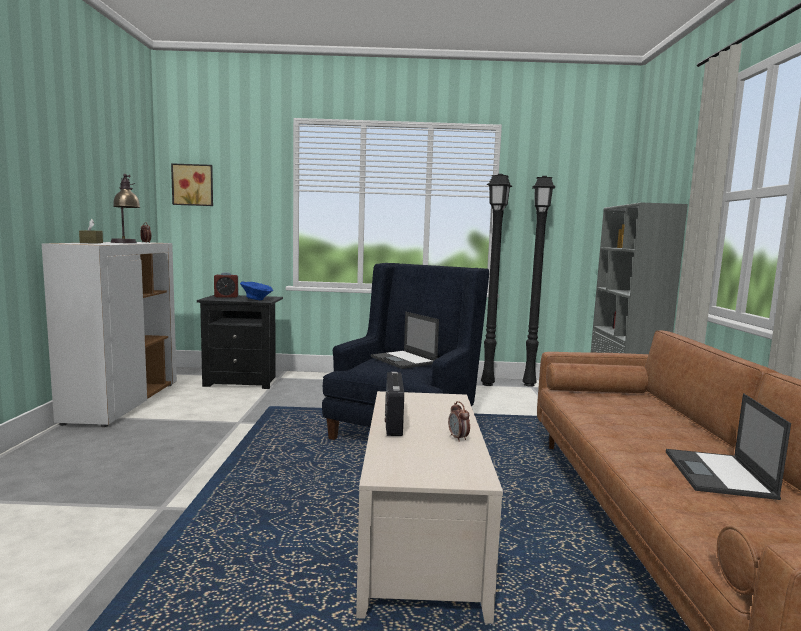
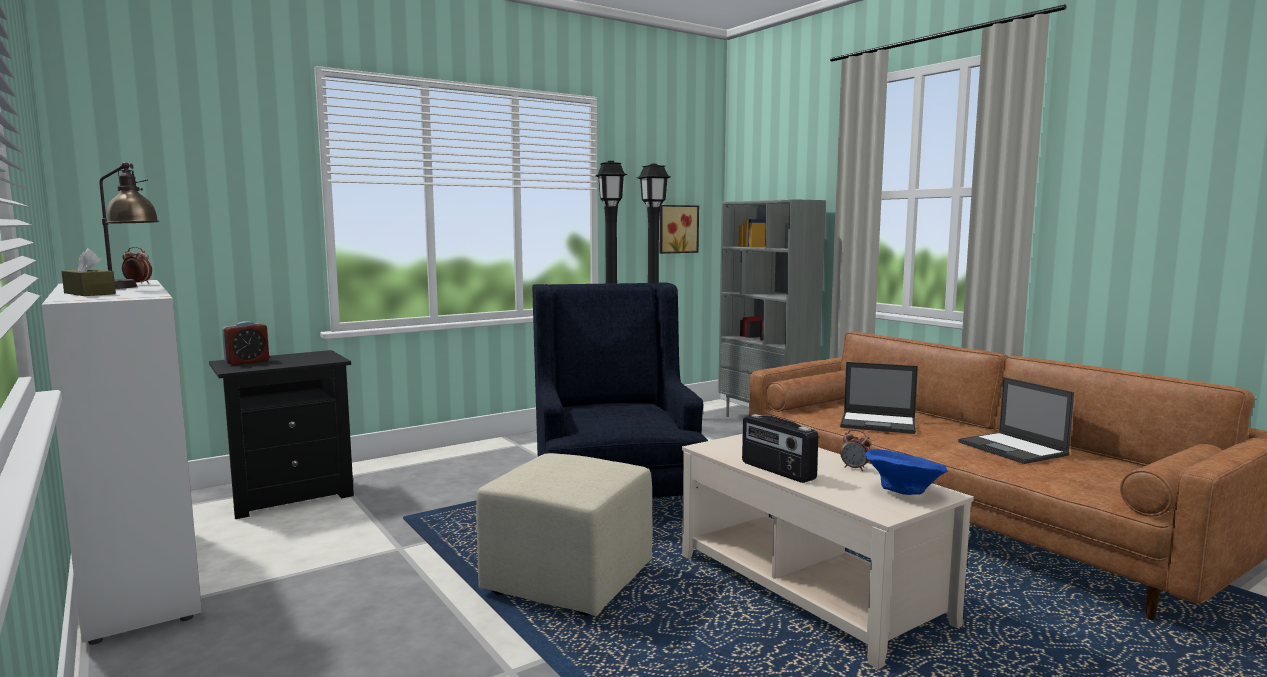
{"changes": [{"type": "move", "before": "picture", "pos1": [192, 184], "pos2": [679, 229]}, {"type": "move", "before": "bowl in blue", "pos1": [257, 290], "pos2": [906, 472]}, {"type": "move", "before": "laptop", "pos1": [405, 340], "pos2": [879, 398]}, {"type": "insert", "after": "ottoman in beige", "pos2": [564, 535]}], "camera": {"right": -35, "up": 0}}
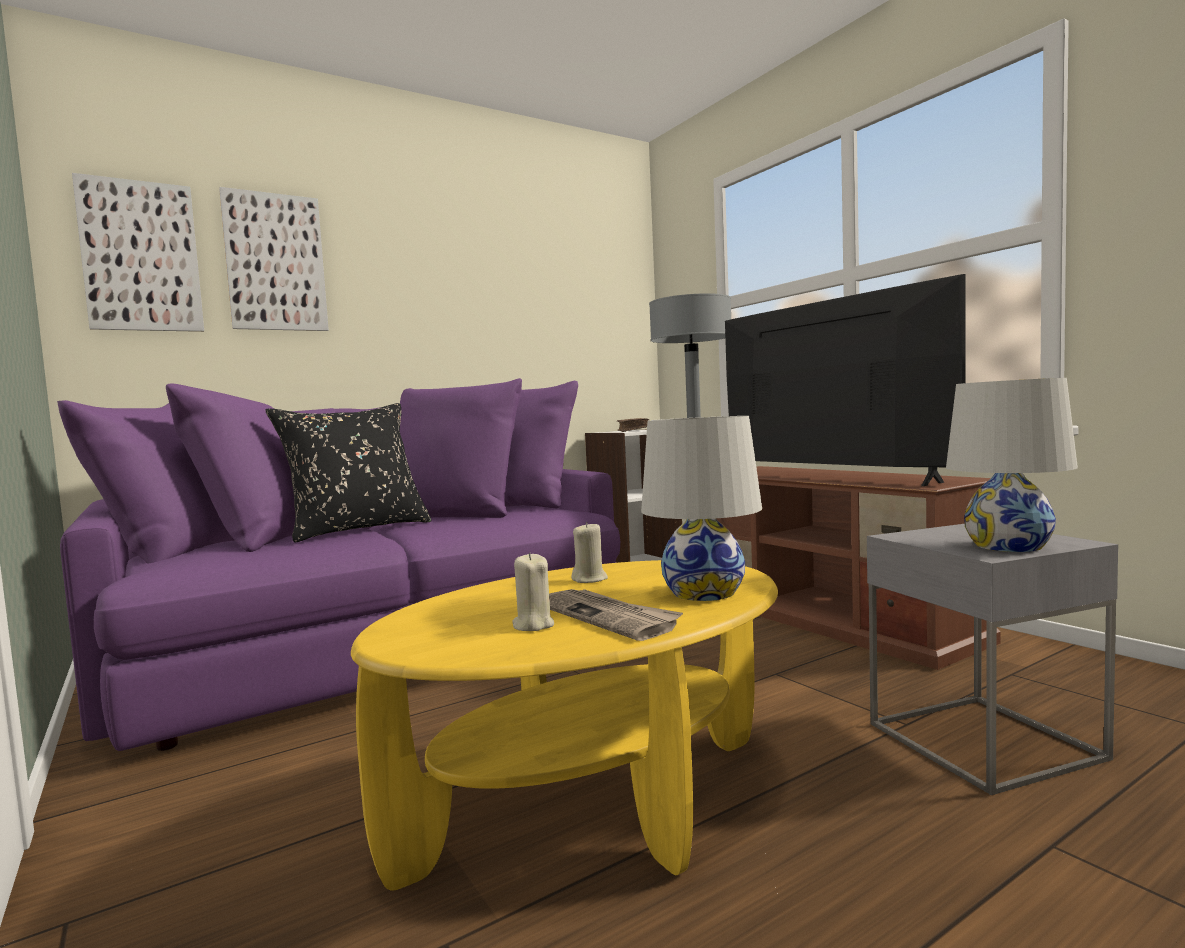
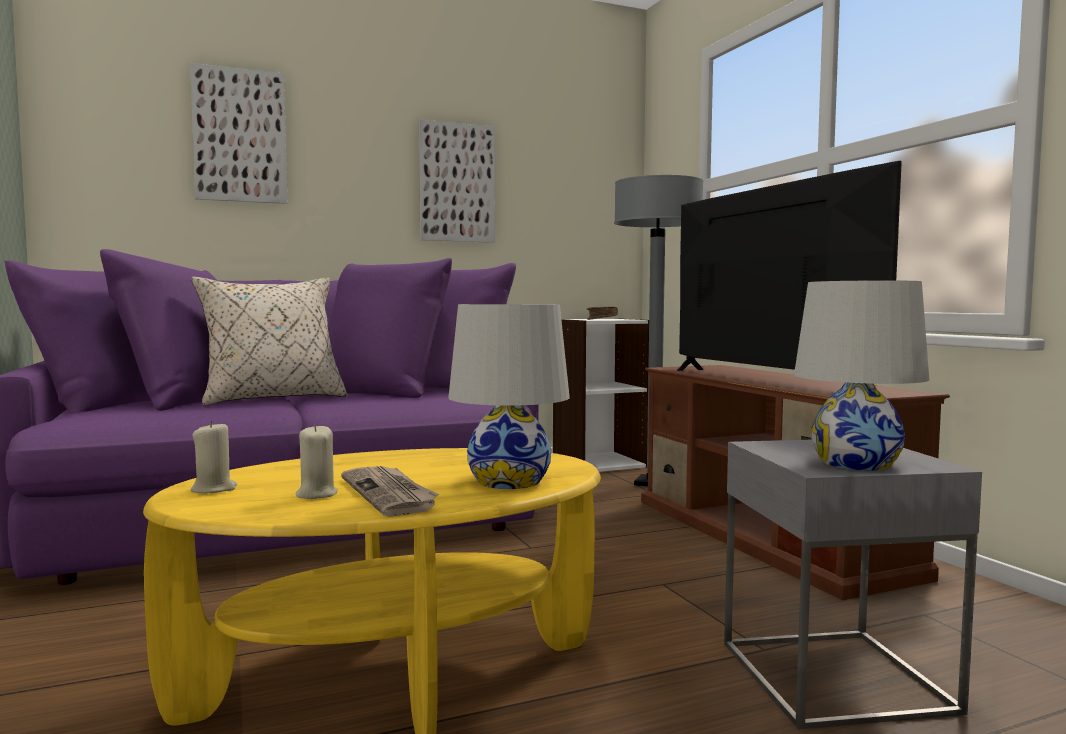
{"changes": [{"type": "move", "before": "picture", "pos1": [138, 252], "pos2": [457, 181]}, {"type": "recolor", "before": "pillow in black", "after": "pillow in beige", "pos1": [348, 472], "pos2": [269, 341]}, {"type": "move", "before": "candle in beige", "pos1": [589, 552], "pos2": [214, 457]}], "camera": {"right": 10, "up": 0}}
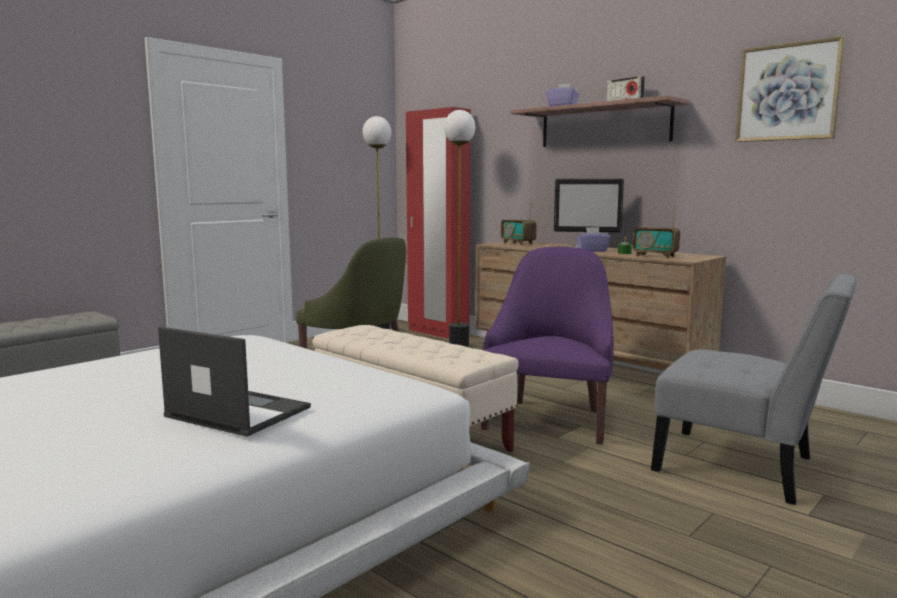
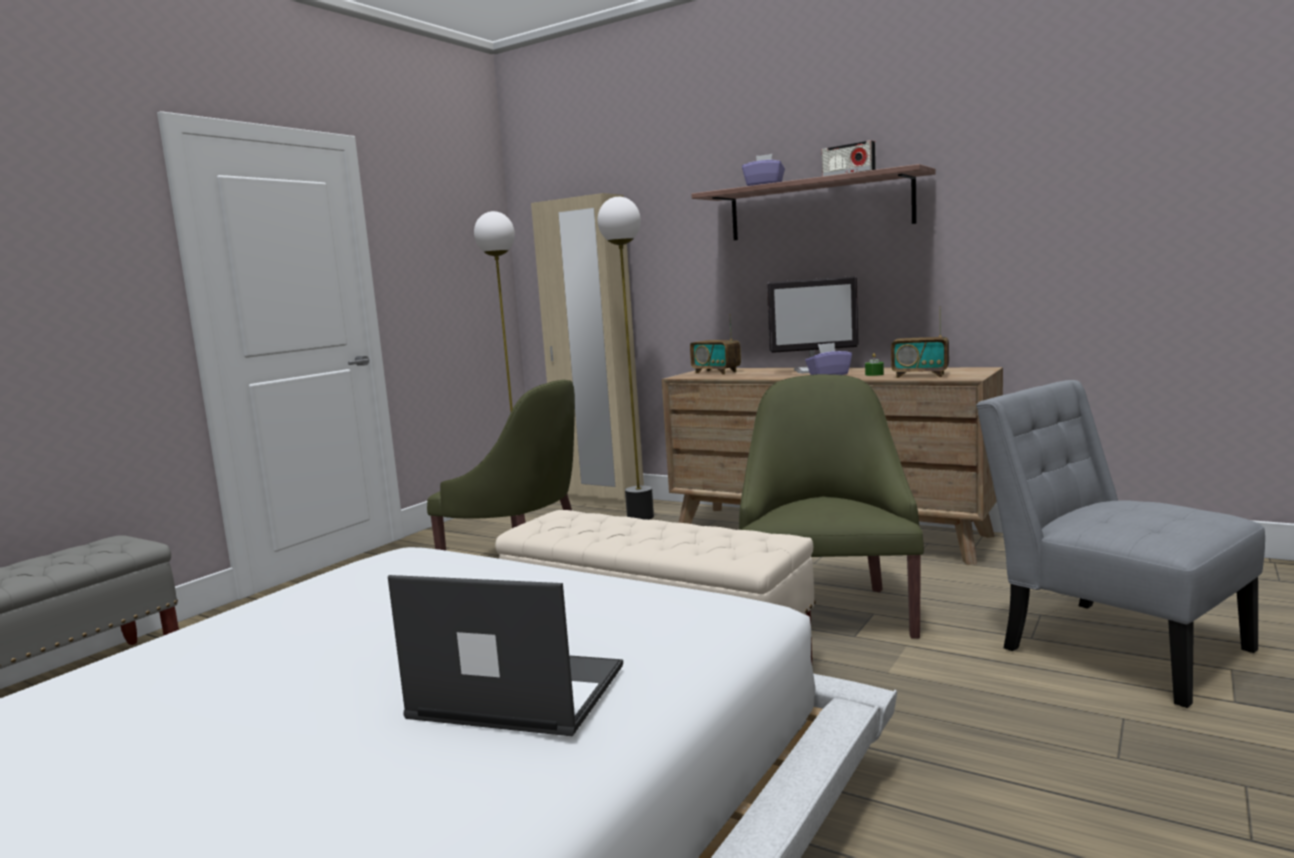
{"changes": [{"type": "recolor", "before": "wardrobe in red", "after": "wardrobe in beige", "pos1": [438, 223], "pos2": [587, 351]}, {"type": "recolor", "before": "armchair in purple", "after": "armchair in green", "pos1": [547, 346], "pos2": [831, 506]}, {"type": "rotate", "before": "chair in grey", "pos1": [754, 389], "pos2": [1120, 544], "turn": -150}, {"type": "delete", "before": "picture", "pos1": [790, 89]}], "camera": {"right": -10, "up": 0}}
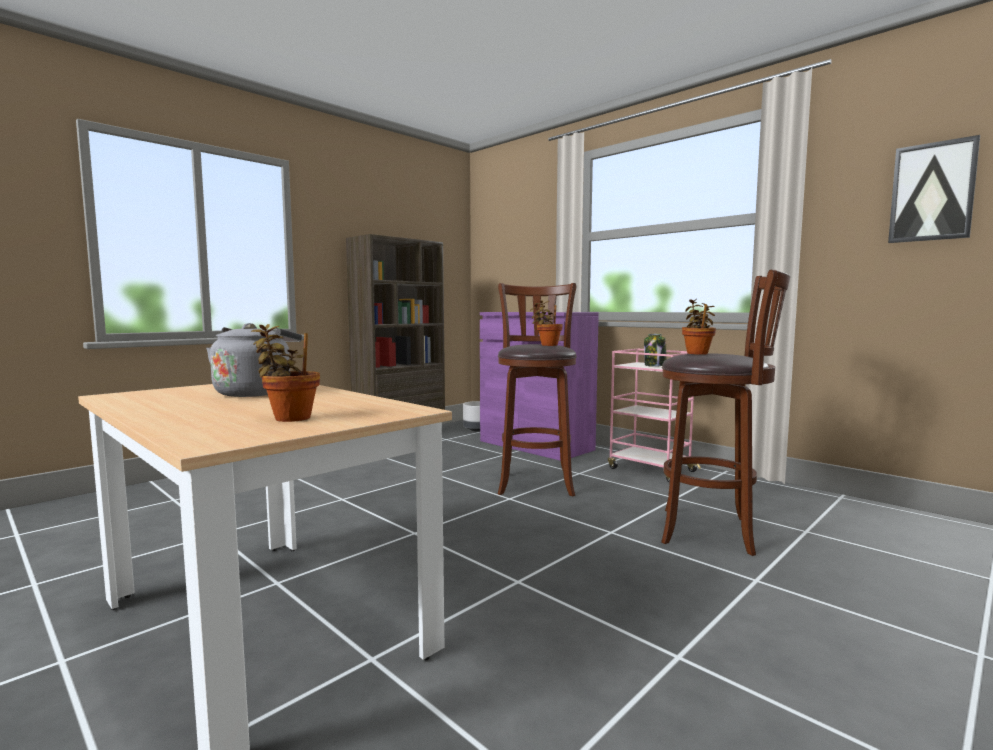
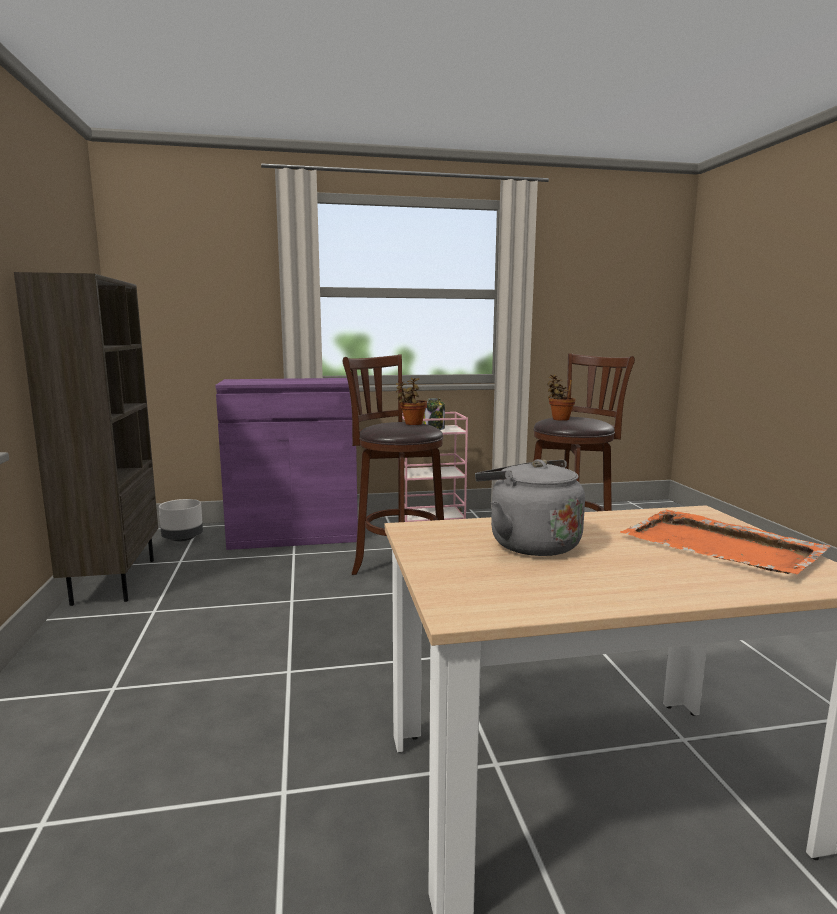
{"changes": [{"type": "replace", "before": "potted plant", "after": "tray in orange", "pos1": [285, 373], "pos2": [725, 542]}, {"type": "delete", "before": "picture", "pos1": [934, 189]}], "camera": {"right": -55, "up": 5}}
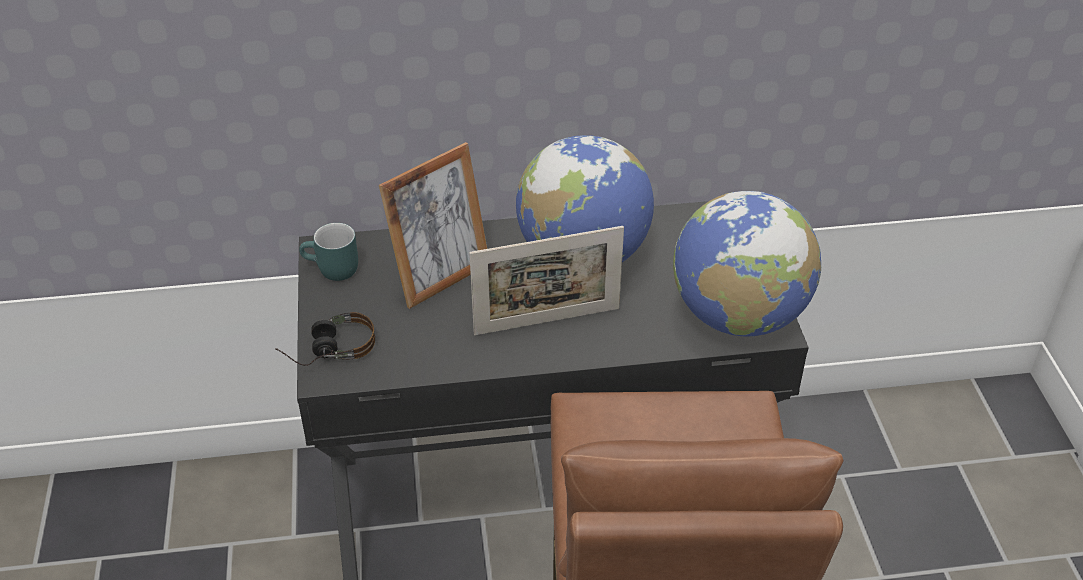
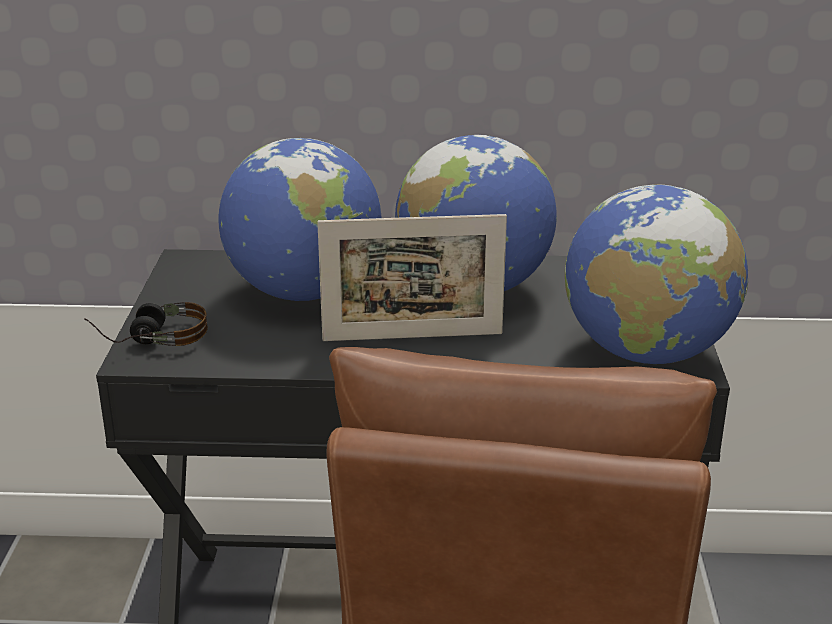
{"changes": [{"type": "delete", "before": "mug in turquoise", "pos1": [328, 252]}, {"type": "replace", "before": "picture frame", "after": "globe", "pos1": [433, 225], "pos2": [300, 219]}], "camera": {"right": 10, "up": -15}}
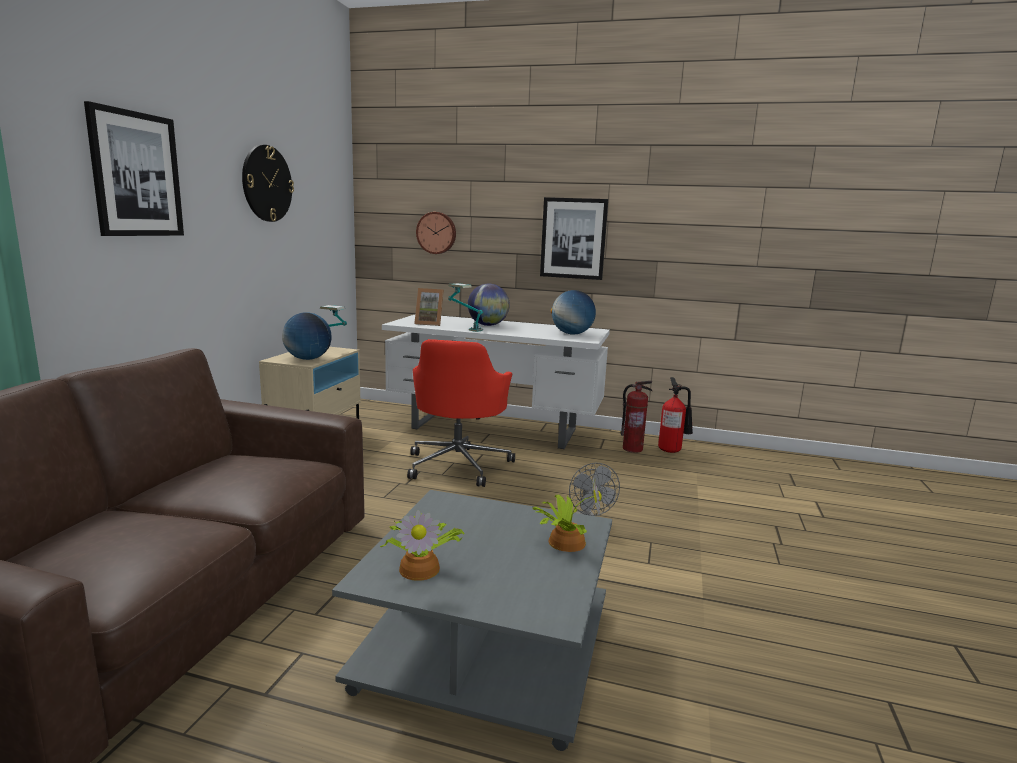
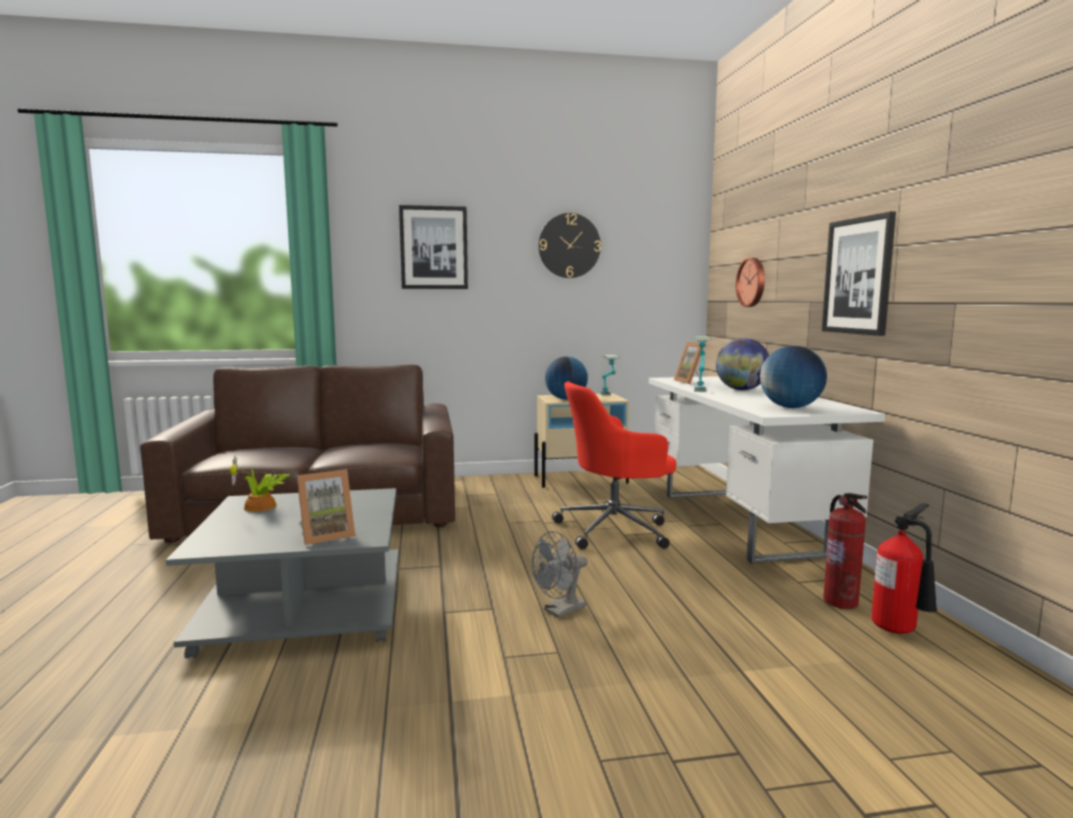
{"changes": [{"type": "replace", "before": "potted plant", "after": "picture frame", "pos1": [567, 515], "pos2": [326, 507]}], "camera": {"right": 65, "up": -5}}
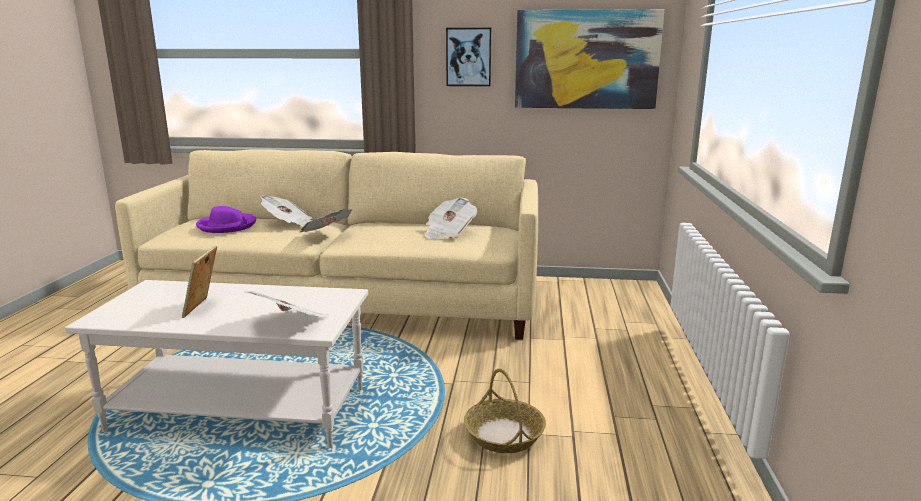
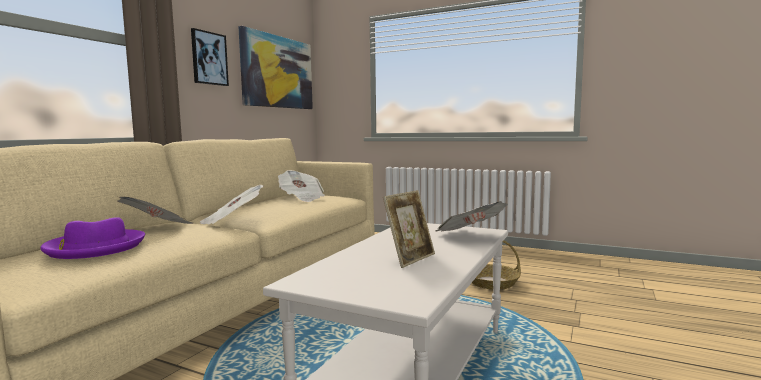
{"changes": [{"type": "rotate", "before": "picture frame", "pos1": [199, 282], "pos2": [409, 229], "turn": -75}], "camera": {"right": -70, "up": -10}}
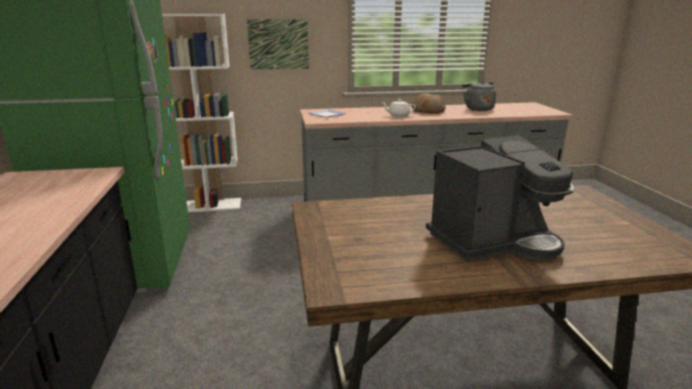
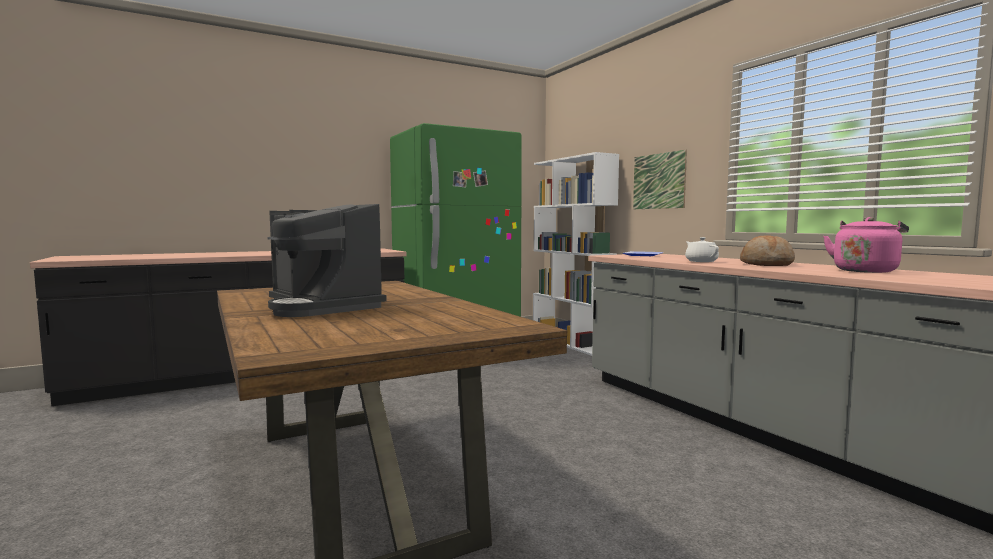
{"changes": [{"type": "recolor", "before": "kettle in grey", "after": "kettle in pink", "pos1": [479, 96], "pos2": [866, 245]}], "camera": {"right": 70, "up": -15}}
